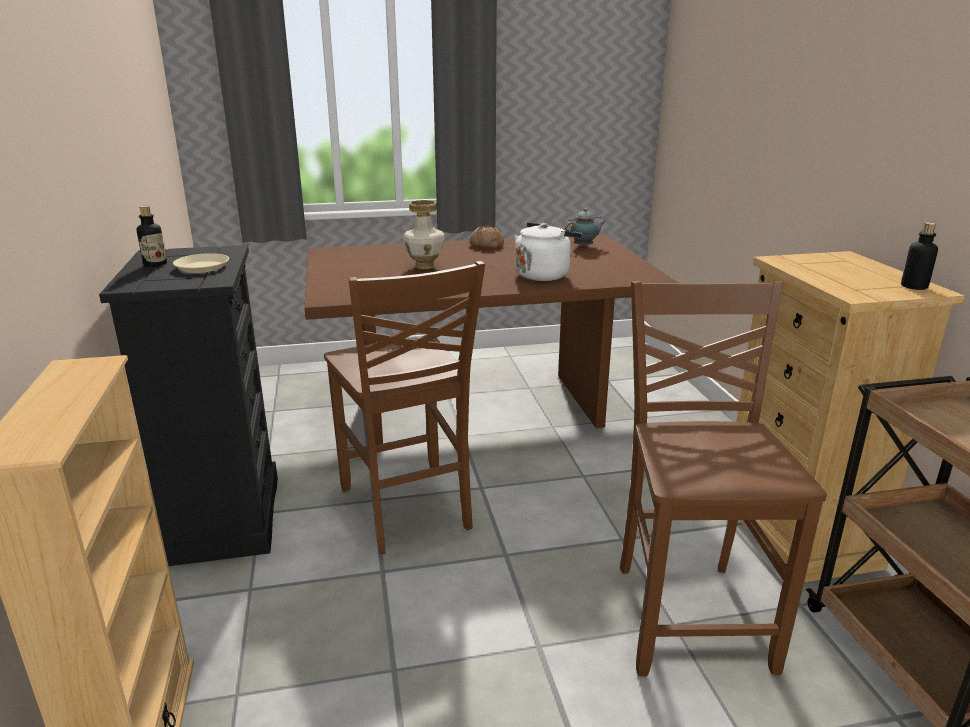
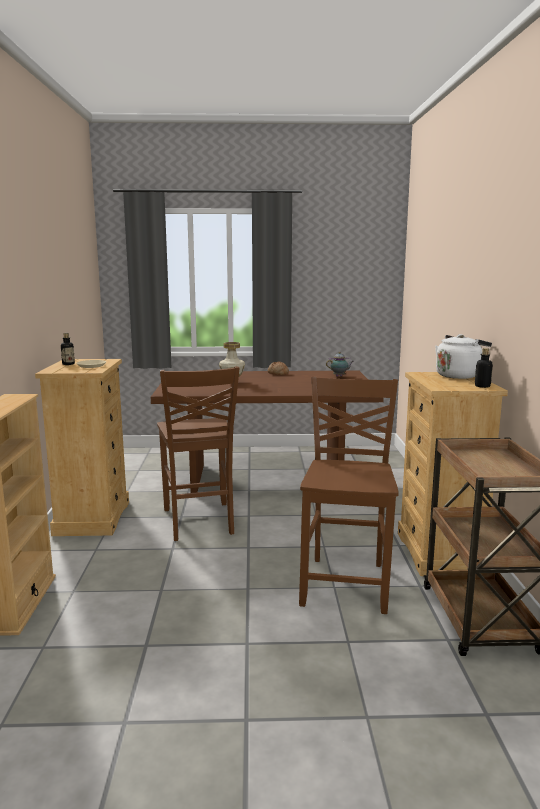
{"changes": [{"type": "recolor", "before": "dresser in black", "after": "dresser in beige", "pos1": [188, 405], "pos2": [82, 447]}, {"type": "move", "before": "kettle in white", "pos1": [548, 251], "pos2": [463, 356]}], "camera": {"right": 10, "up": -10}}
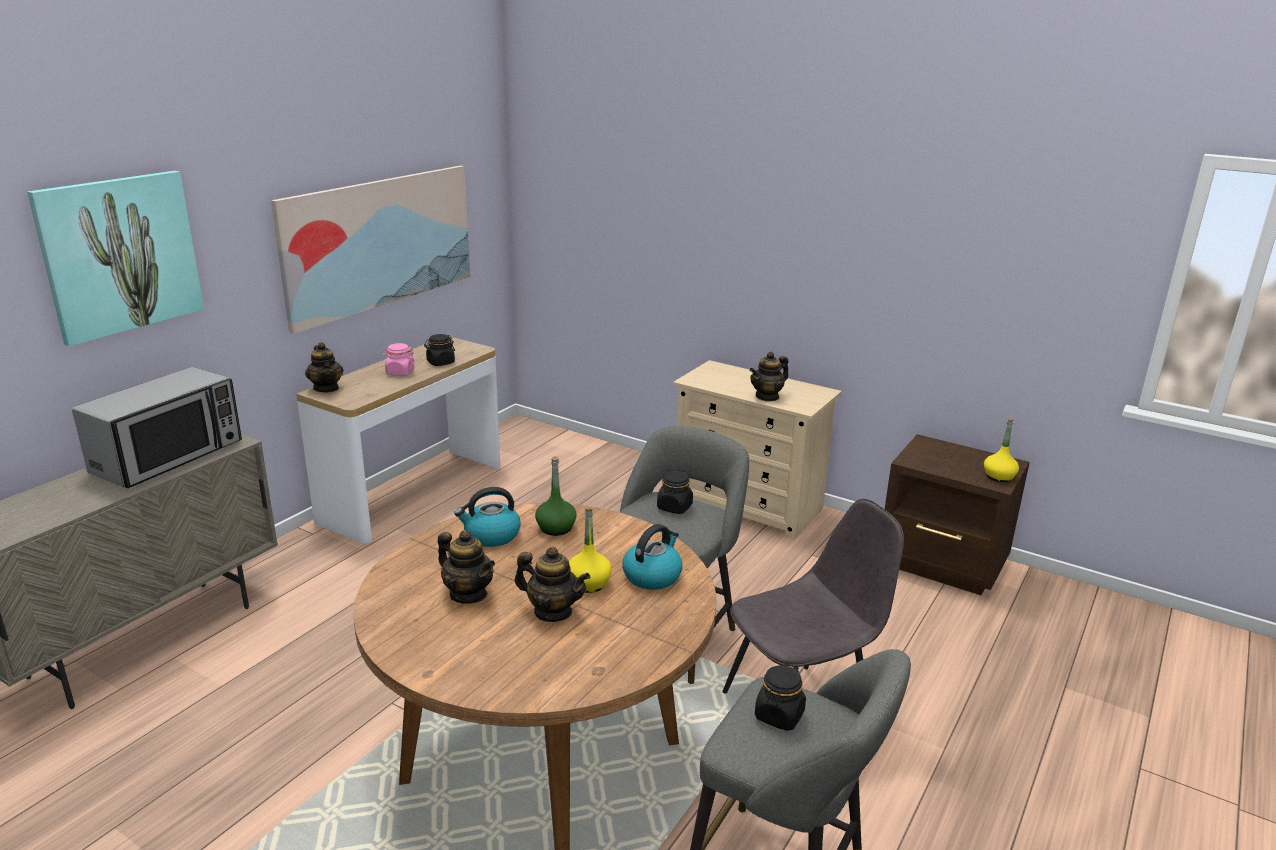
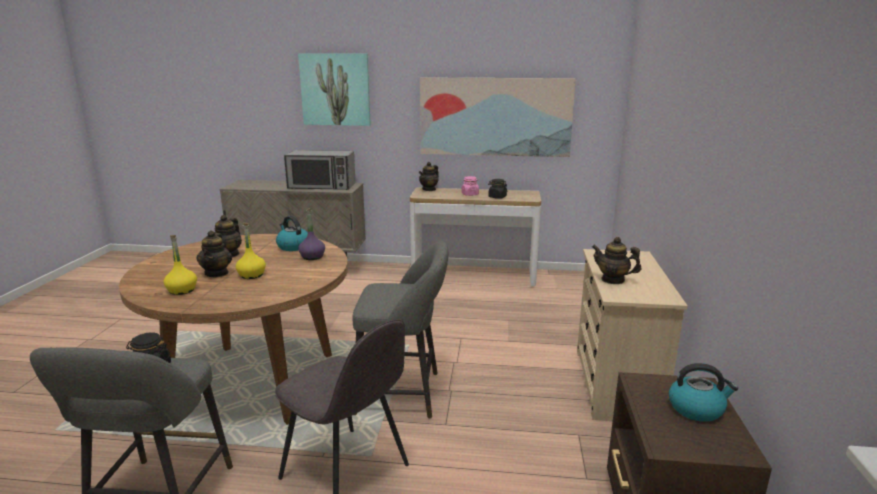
{"changes": [{"type": "recolor", "before": "bottle in green", "after": "bottle in purple", "pos1": [556, 496], "pos2": [311, 234]}, {"type": "move", "before": "kettle", "pos1": [652, 557], "pos2": [703, 392]}, {"type": "delete", "before": "jar in black", "pos1": [675, 492]}, {"type": "move", "before": "bottle in yellow", "pos1": [1001, 450], "pos2": [180, 265]}], "camera": {"right": 65, "up": -5}}
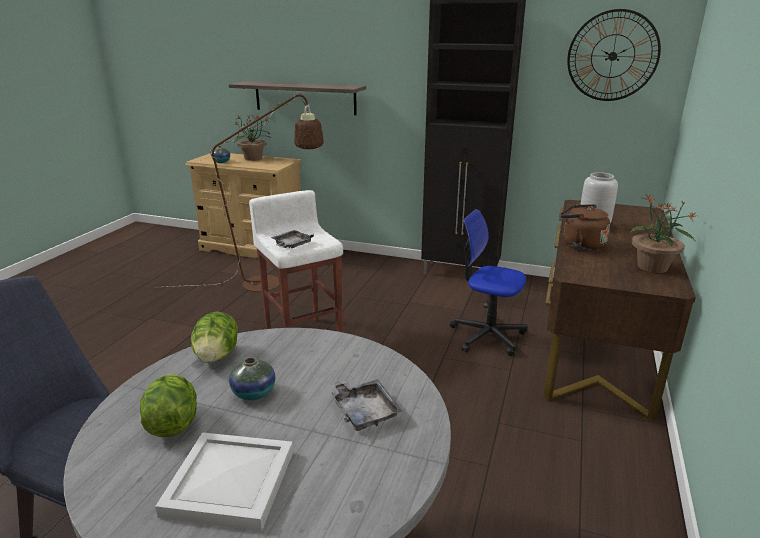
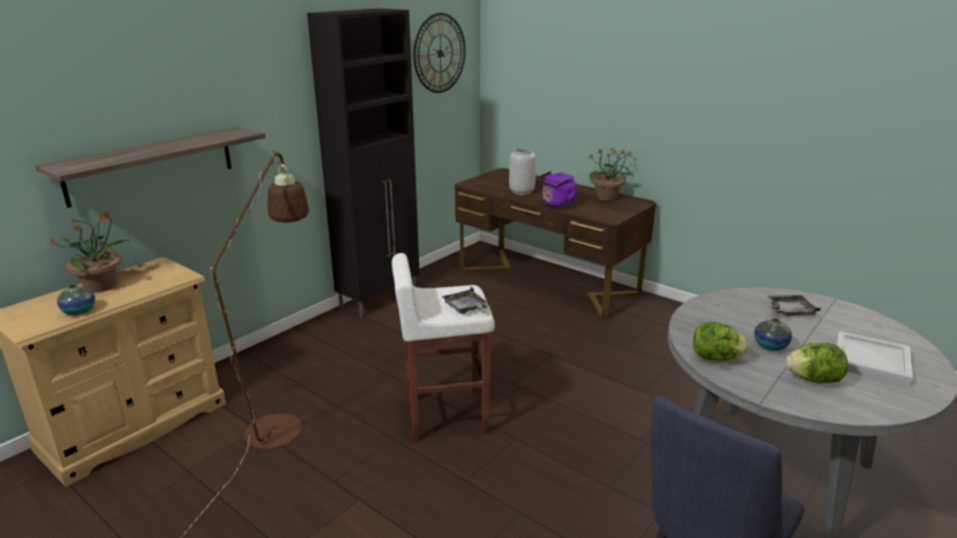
{"changes": [{"type": "delete", "before": "office chair", "pos1": [489, 282]}, {"type": "recolor", "before": "kettle in brown", "after": "kettle in purple", "pos1": [584, 227], "pos2": [556, 189]}], "camera": {"right": -70, "up": 0}}
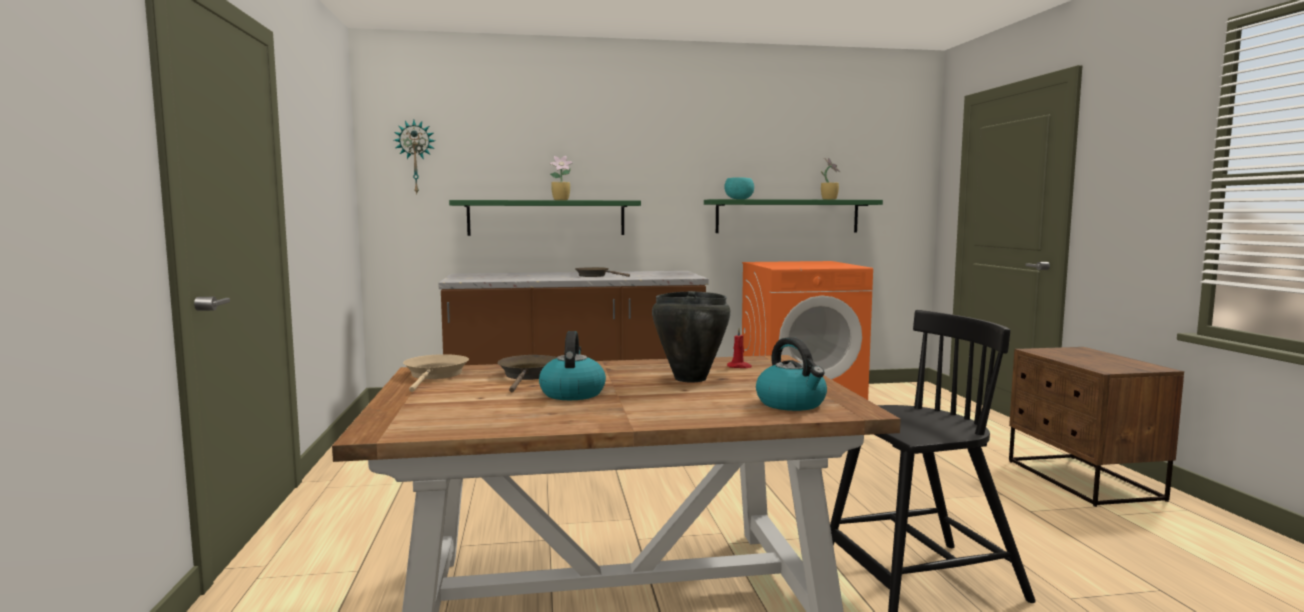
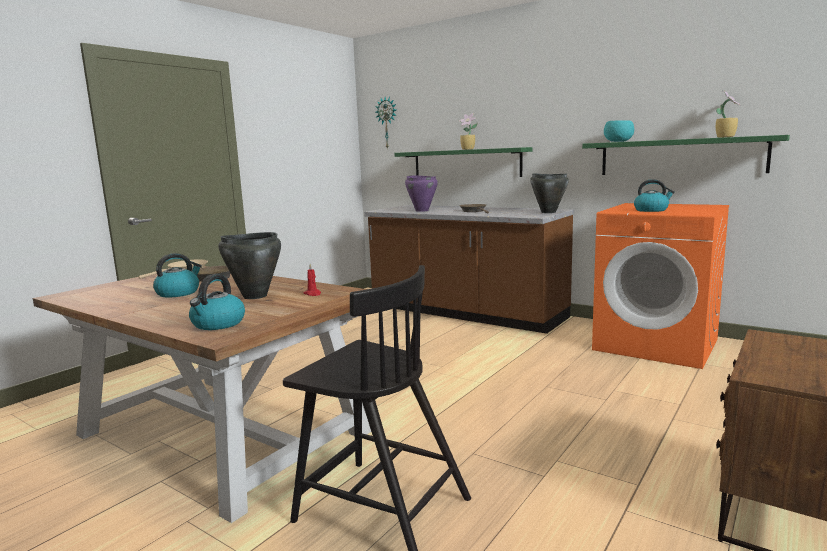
{"changes": [{"type": "insert", "after": "cooking pot in purple", "pos2": [421, 193]}, {"type": "insert", "after": "cooking pot in black", "pos2": [549, 193]}, {"type": "insert", "after": "kettle", "pos2": [654, 195]}], "camera": {"right": 45, "up": 5}}
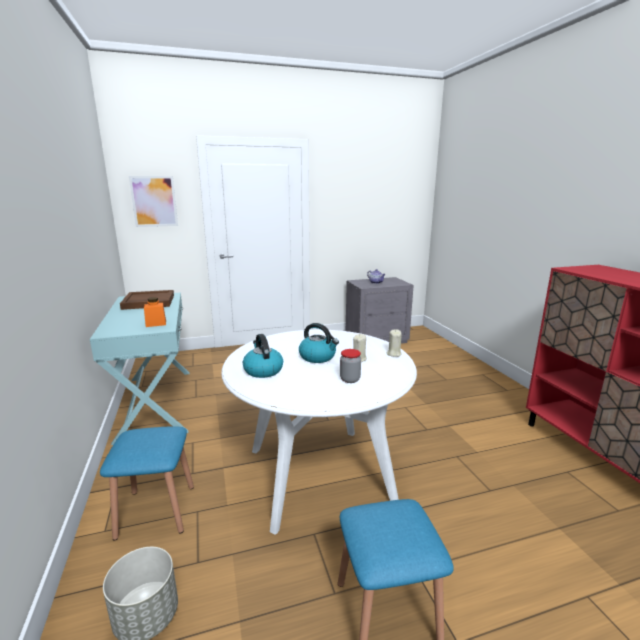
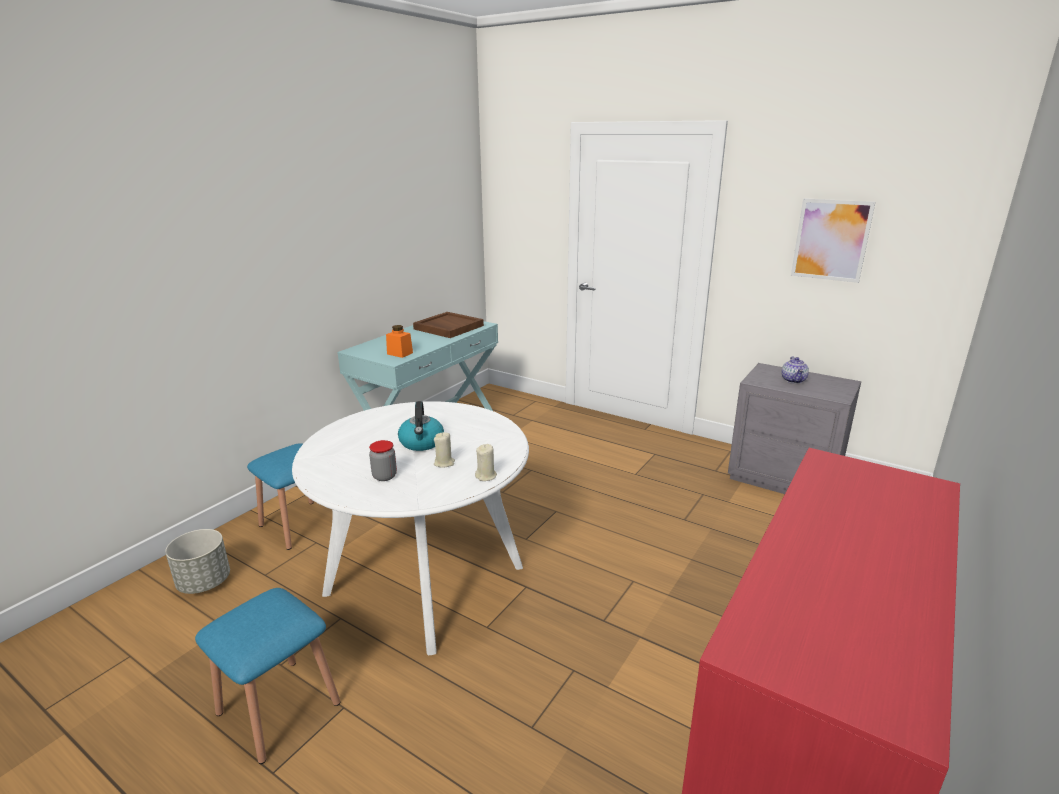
{"changes": [{"type": "move", "before": "picture", "pos1": [153, 201], "pos2": [833, 240]}, {"type": "delete", "before": "kettle", "pos1": [263, 356]}], "camera": {"right": 50, "up": 5}}
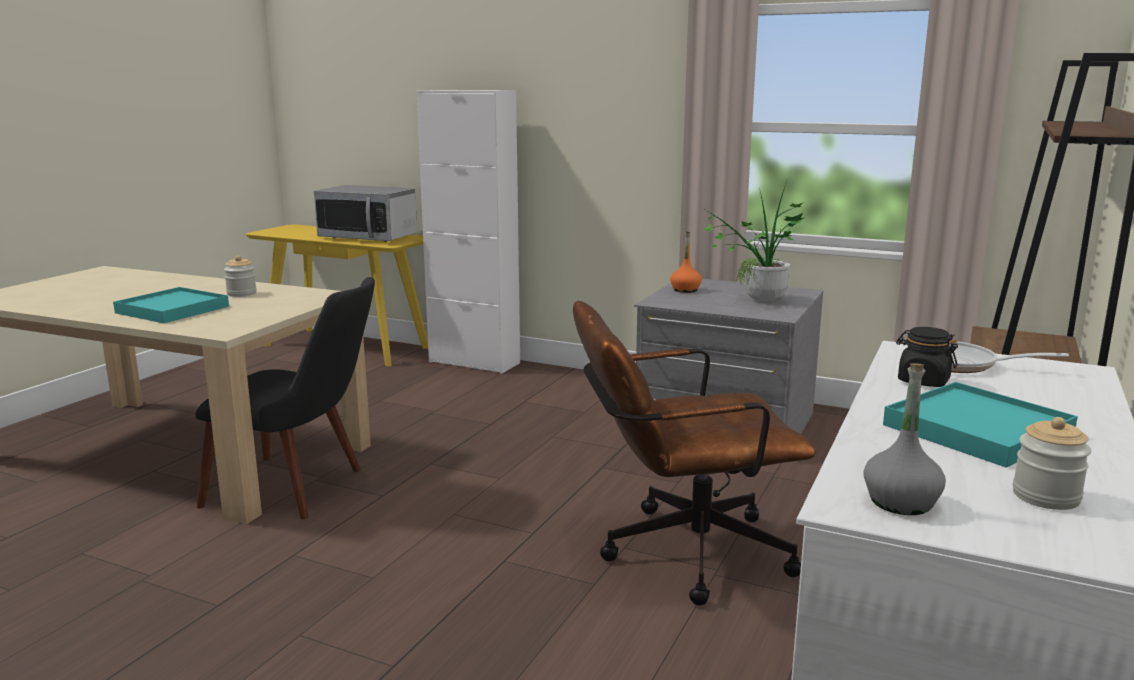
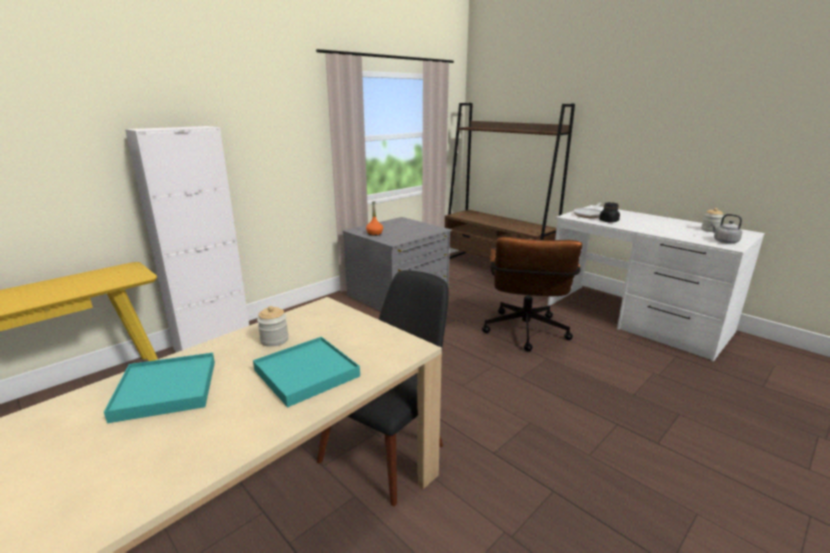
{"changes": [{"type": "delete", "before": "microwave", "pos1": [365, 213]}, {"type": "delete", "before": "potted plant", "pos1": [754, 240]}, {"type": "replace", "before": "bottle in grey", "after": "kettle in grey", "pos1": [904, 439], "pos2": [726, 229]}, {"type": "move", "before": "tray in turquoise", "pos1": [980, 425], "pos2": [159, 388]}], "camera": {"right": -70, "up": 5}}
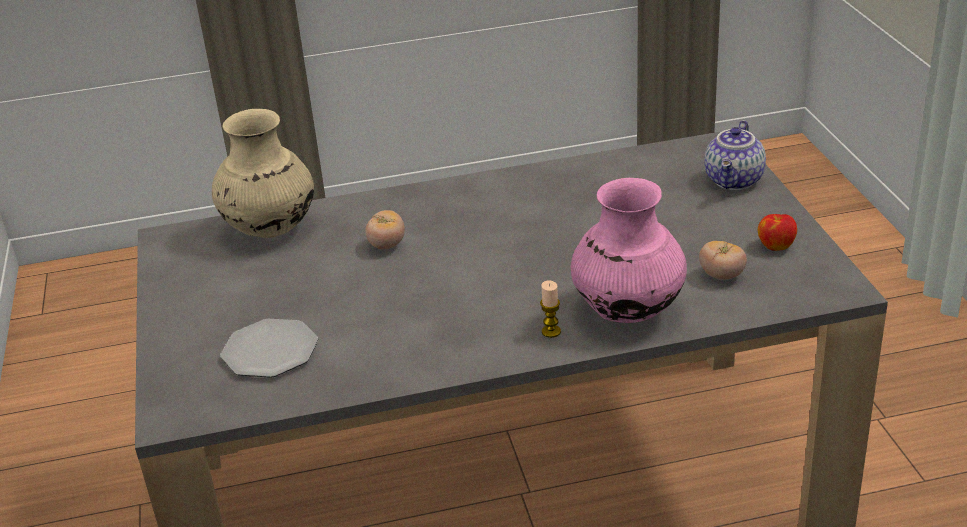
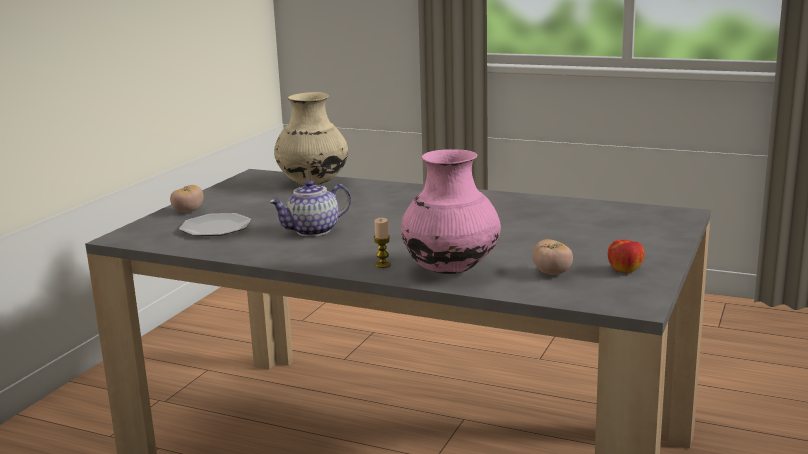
{"changes": [{"type": "move", "before": "tomato", "pos1": [385, 229], "pos2": [187, 199]}, {"type": "move", "before": "teapot", "pos1": [735, 155], "pos2": [310, 208]}], "camera": {"right": 35, "up": -15}}
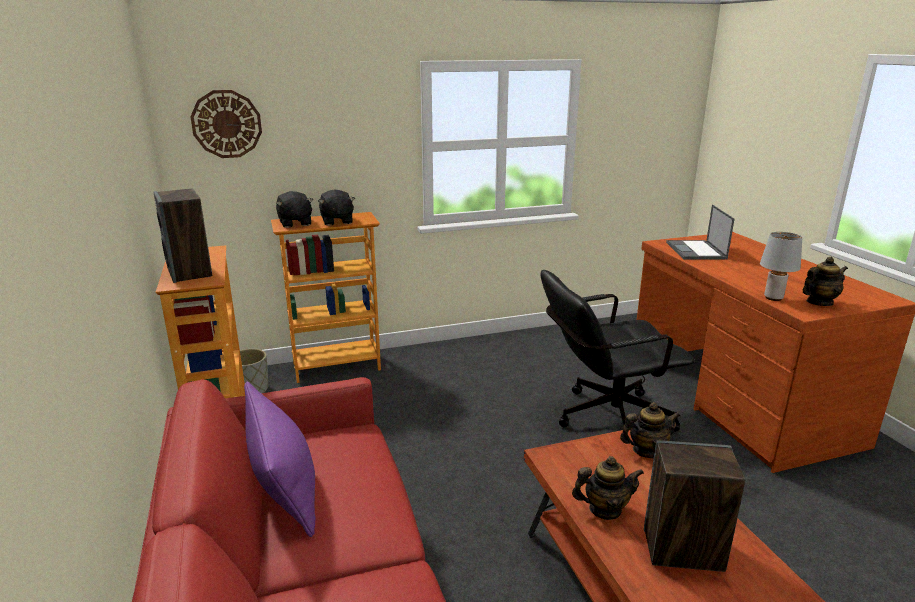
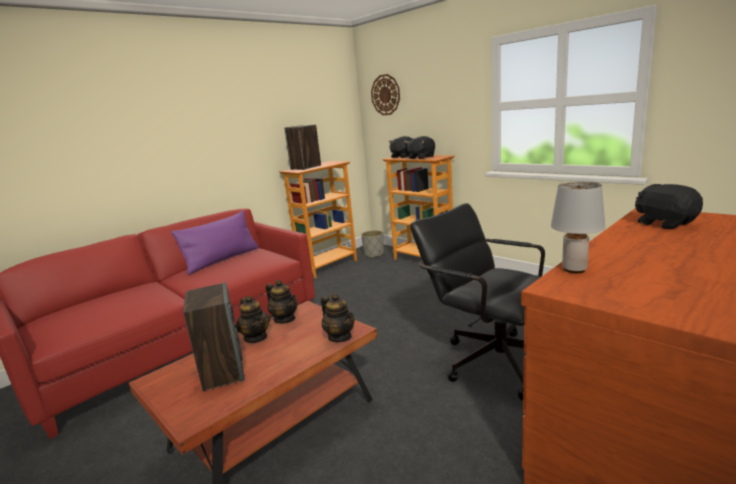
{"changes": [{"type": "replace", "before": "laptop", "after": "plush toy in black", "pos1": [700, 232], "pos2": [669, 206]}, {"type": "move", "before": "teapot", "pos1": [825, 281], "pos2": [282, 302]}], "camera": {"right": 65, "up": -5}}
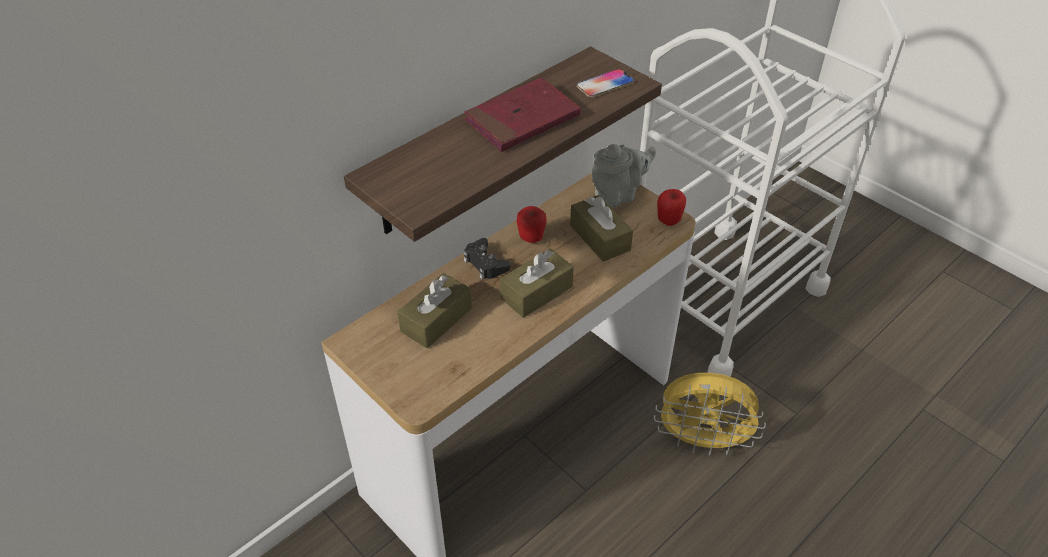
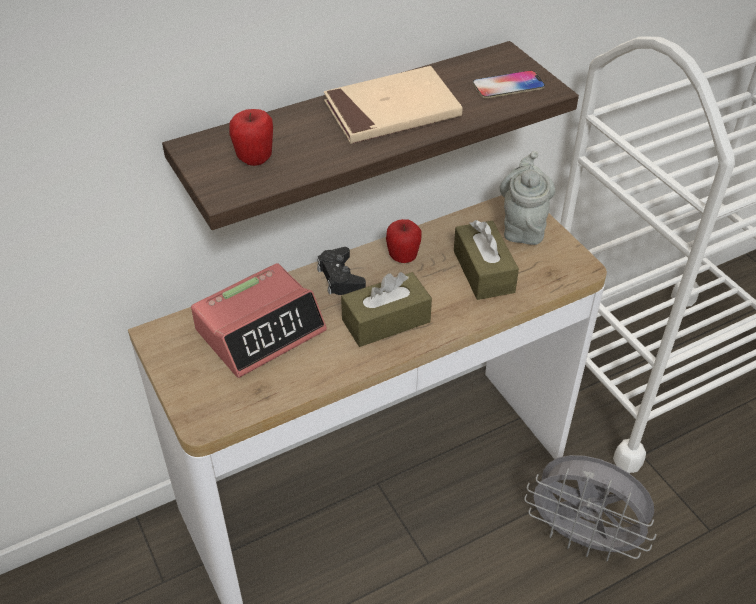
{"changes": [{"type": "replace", "before": "tissue box in brown", "after": "alarm clock", "pos1": [435, 310], "pos2": [259, 320]}, {"type": "recolor", "before": "book in red", "after": "book in beige", "pos1": [522, 114], "pos2": [393, 105]}, {"type": "rotate", "before": "teapot in grey", "pos1": [624, 176], "pos2": [527, 198], "turn": -75}, {"type": "recolor", "before": "fan in yellow", "after": "fan in grey", "pos1": [710, 414], "pos2": [590, 508]}, {"type": "move", "before": "apple", "pos1": [671, 207], "pos2": [251, 137]}], "camera": {"right": 15, "up": 0}}
